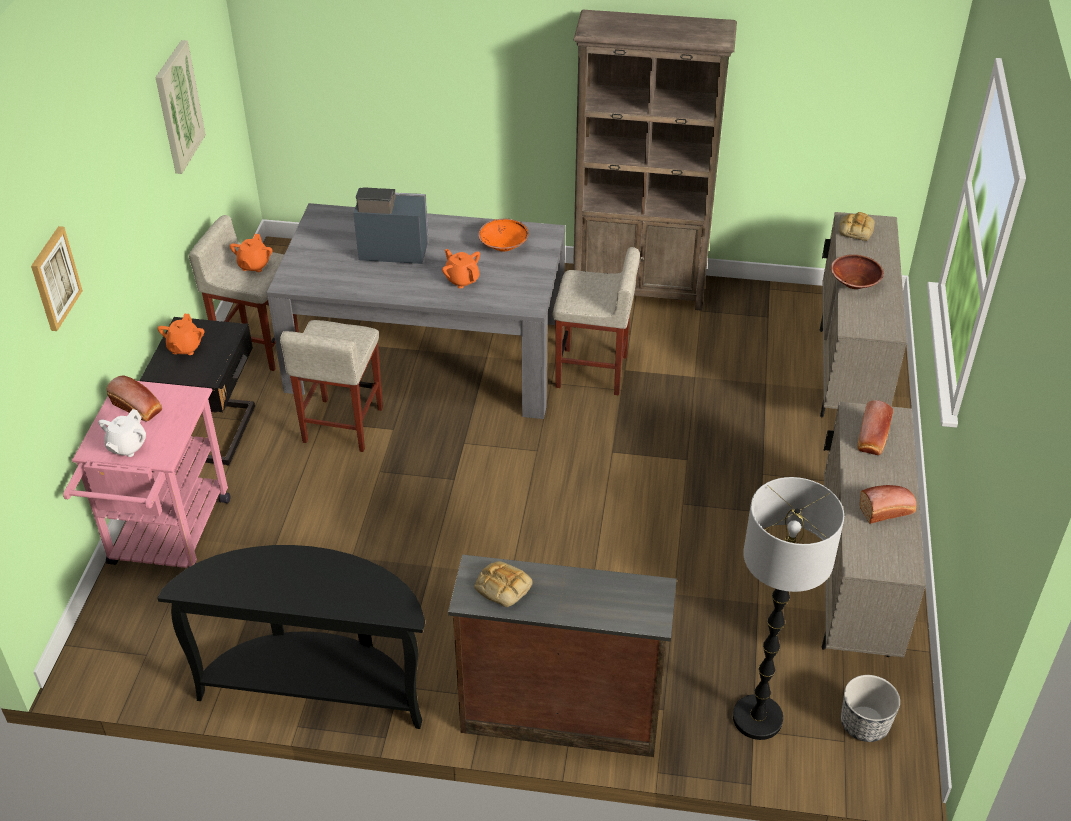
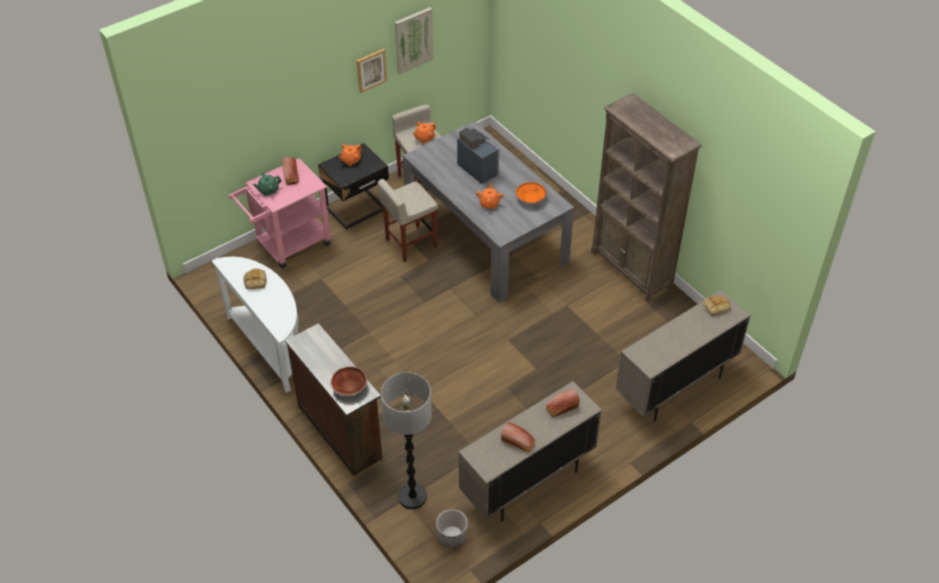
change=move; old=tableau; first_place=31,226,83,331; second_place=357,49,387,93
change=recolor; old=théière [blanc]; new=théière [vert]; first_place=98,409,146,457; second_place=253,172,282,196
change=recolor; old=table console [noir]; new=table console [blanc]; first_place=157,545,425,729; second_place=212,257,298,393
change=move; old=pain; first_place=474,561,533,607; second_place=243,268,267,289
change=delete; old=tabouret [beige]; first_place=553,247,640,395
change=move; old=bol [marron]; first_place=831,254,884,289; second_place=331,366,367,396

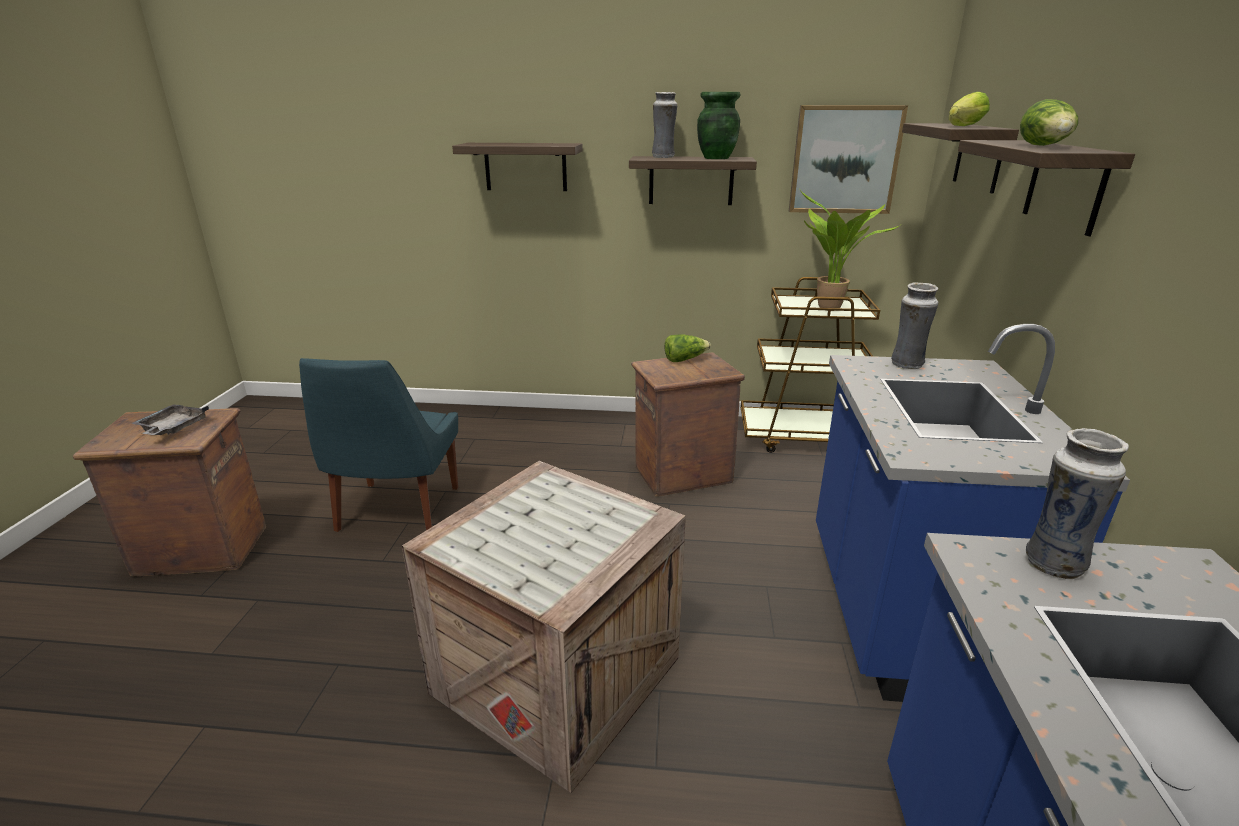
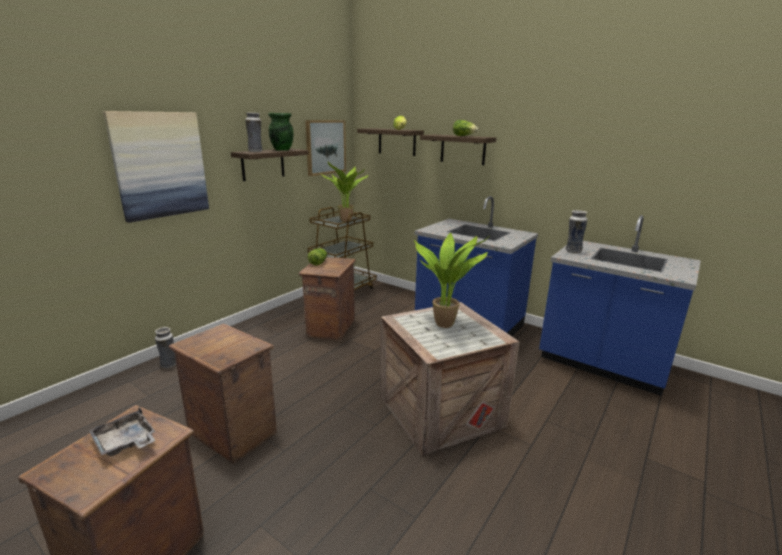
change=replace; old=chaise [bleu]; new=caisse; first_place=299,358,458,532; second_place=168,324,277,464
change=replace; old=étagère; new=tableau; first_place=452,143,583,191; second_place=103,111,209,223
change=move; old=vase; first_place=891,283,938,369; second_place=155,327,176,368
change=insert; new=plante en pot; second_place=414,233,490,328

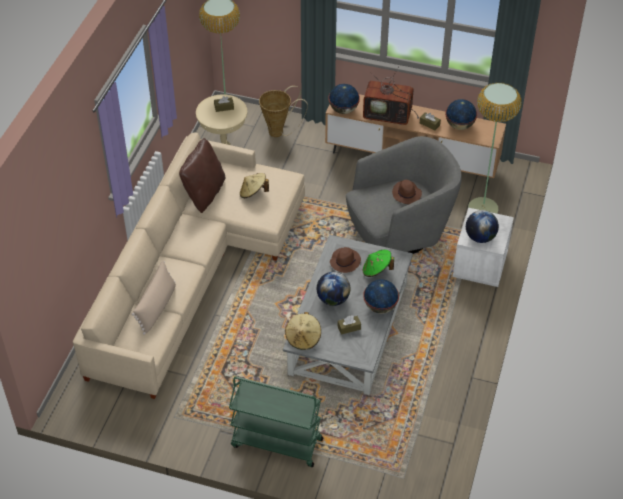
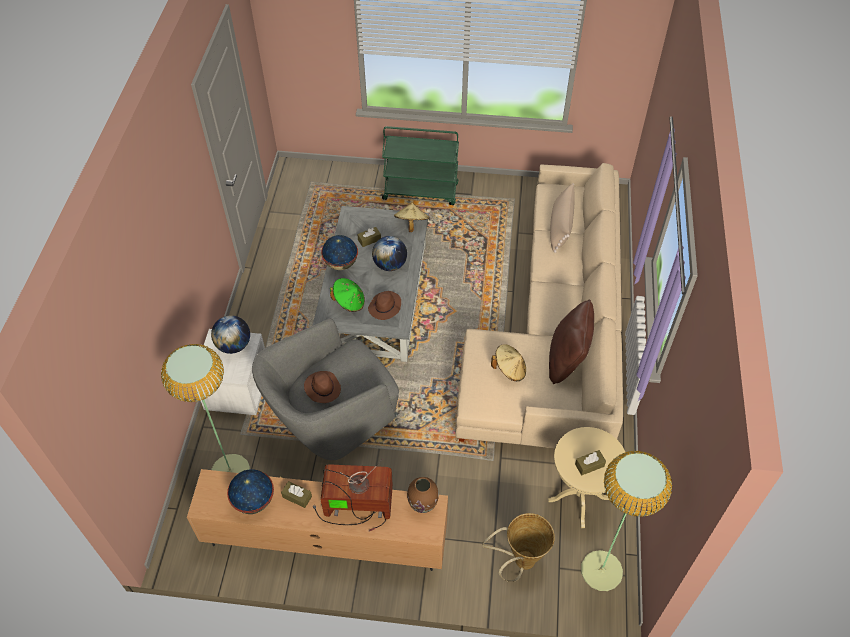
change=replace; old=globe; new=vase [marron]; first_place=328,84,360,114; second_place=407,477,439,513

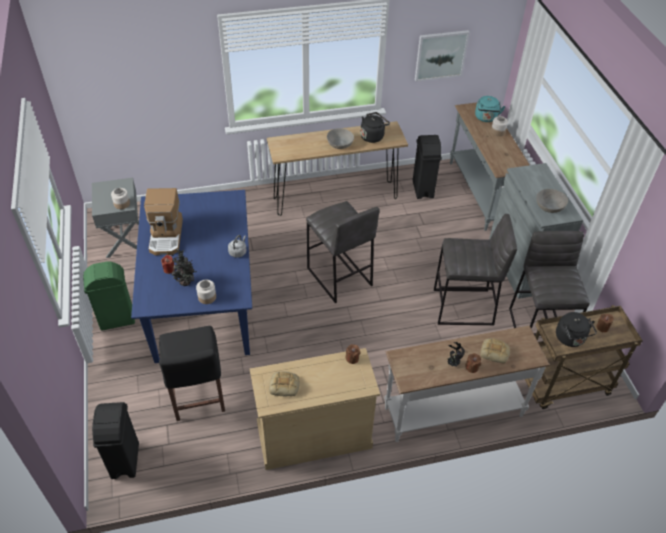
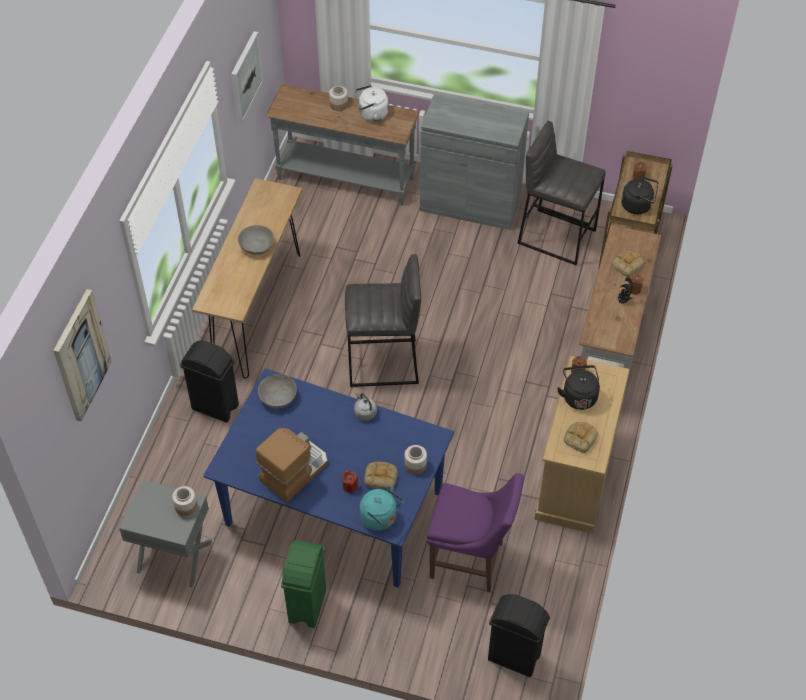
change=rotate; old=machine à café; first_place=144,188,183,255; second_place=256,428,328,502; degrees=-75
change=recolor; old=chaise [noir]; new=chaise [violet]; first_place=159,326,225,421; second_place=427,473,524,592
change=replace; old=plante en pot; new=pain; first_place=172,248,197,286; second_place=364,461,398,489
change=move; old=bouilloire [noir]; first_place=361,112,390,143; second_place=557,365,600,410
change=move; old=poubelle [noir]; first_place=413,135,442,199; second_place=180,340,239,422
change=delete; old=tabouret [gris]; first_place=434,214,517,325
change=move; old=bouilloire [turquoise]; first_place=475,96,505,122; second_place=359,487,404,531
change=move; old=bol [gris]; first_place=536,189,568,213; second_place=258,374,297,408
change=insert; new=tableau; second_place=53,289,112,422
change=insert; new=bouilloire [blanc]; second_place=355,85,389,122

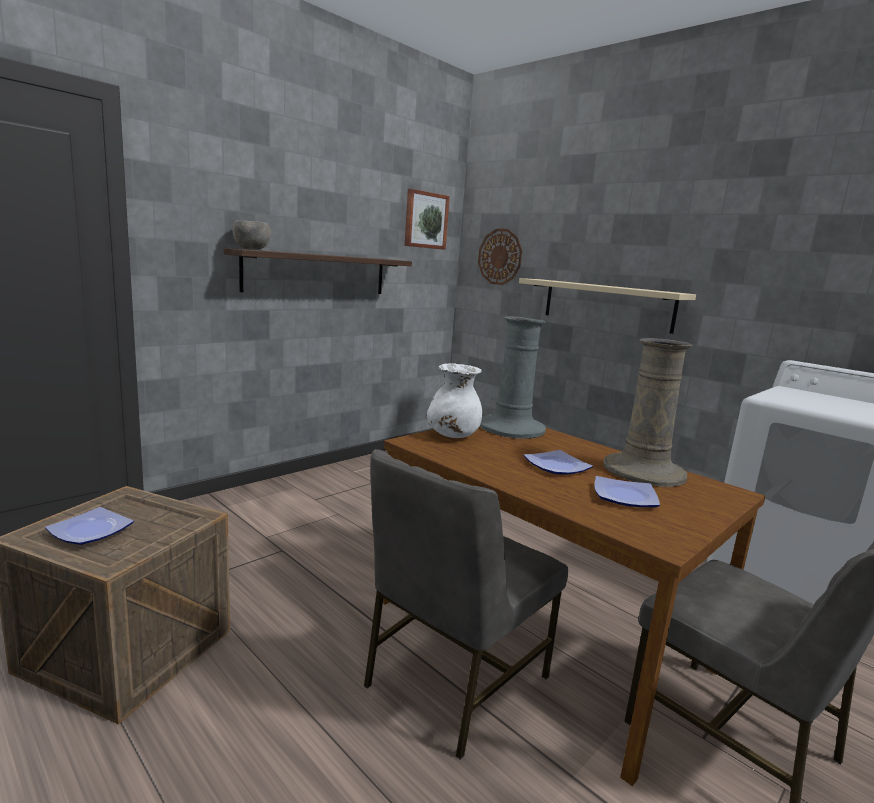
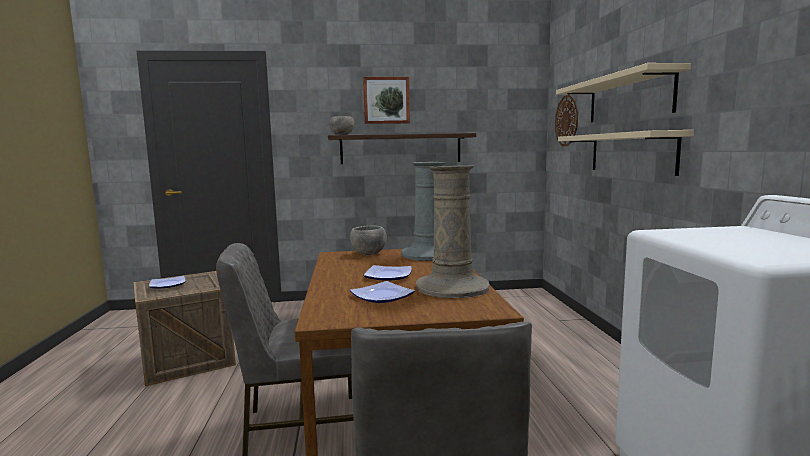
change=move; old=tableau; first_place=405,189,450,250; second_place=363,77,410,124
change=replace; old=vase [blanc]; new=bol [gris]; first_place=427,363,482,438; second_place=350,225,387,256
change=insert; new=étagère [beige]; second_place=556,63,691,122

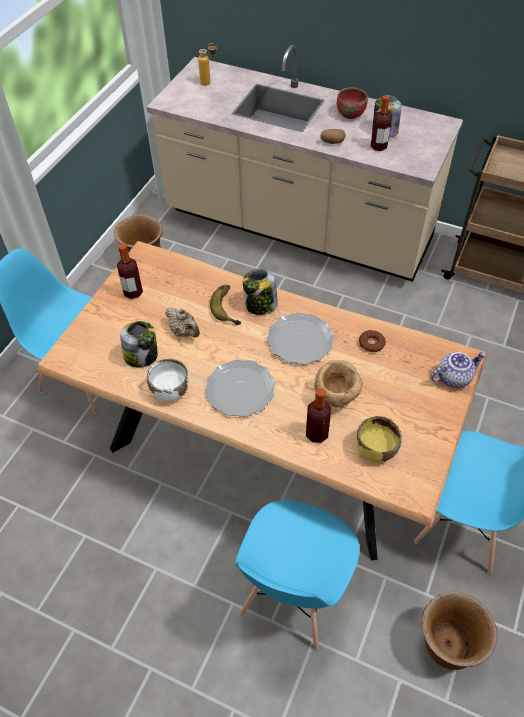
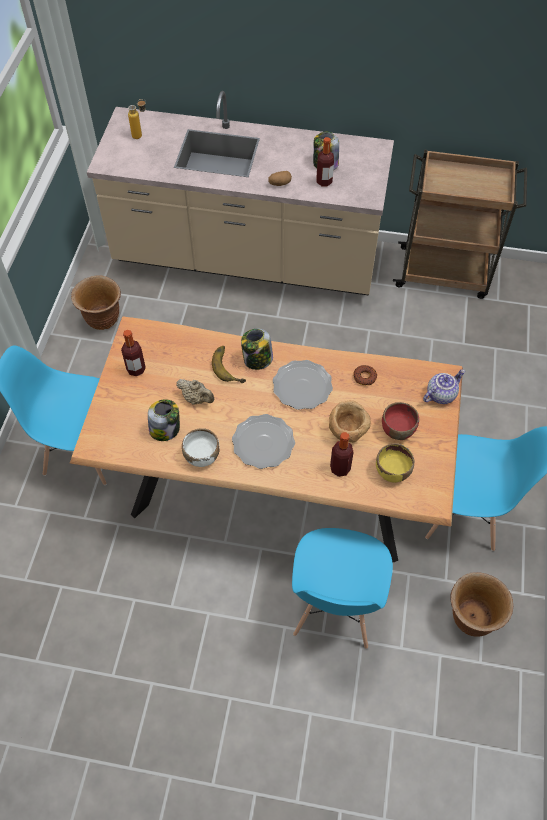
change=move; old=bol [rouge]; first_place=337,87,368,119; second_place=382,402,419,440

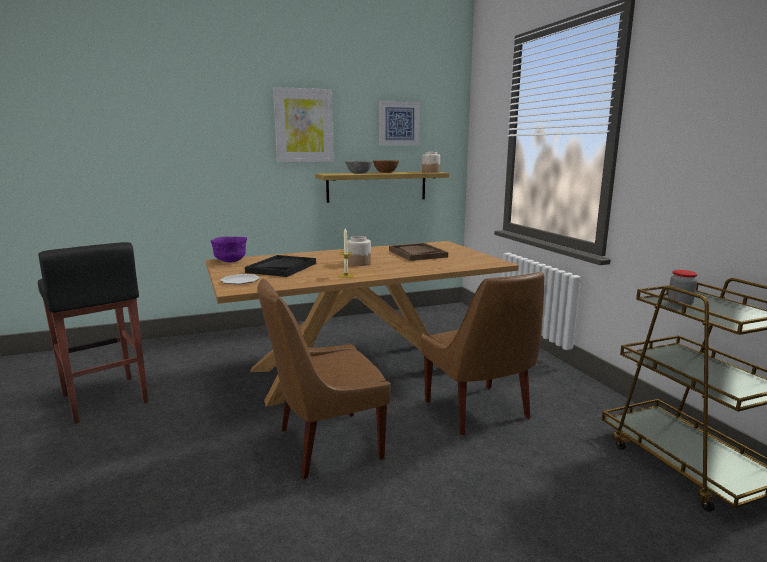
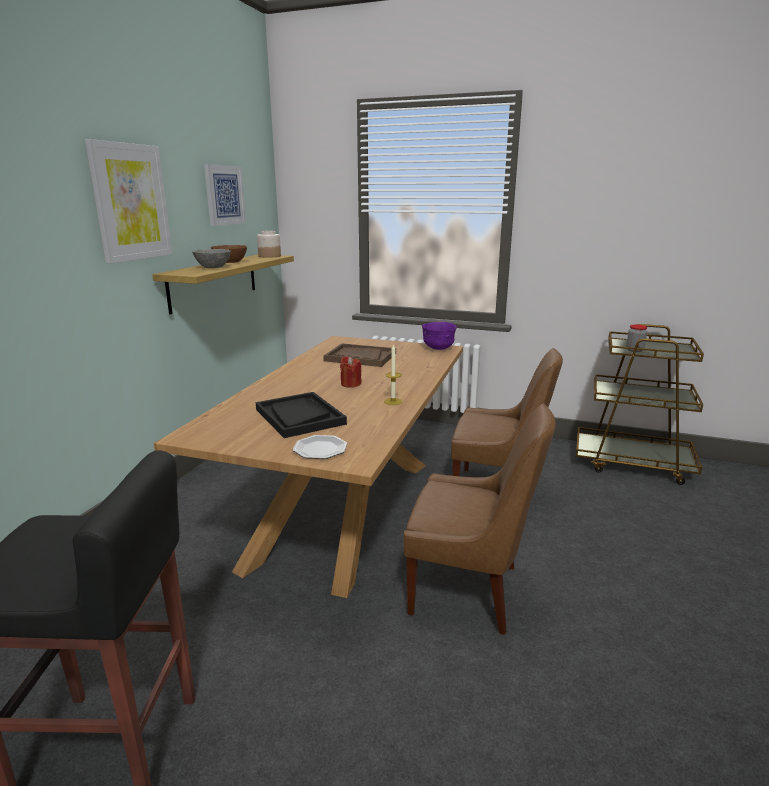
change=move; old=bol [violet]; first_place=211,237,247,263; second_place=422,322,457,350
change=rotate; old=chaise [marron]; first_place=257,279,390,479; second_place=403,404,556,635; degrees=-90
change=replace; old=bocal; new=bougie [rouge]; first_place=347,236,371,266; second_place=340,356,362,388

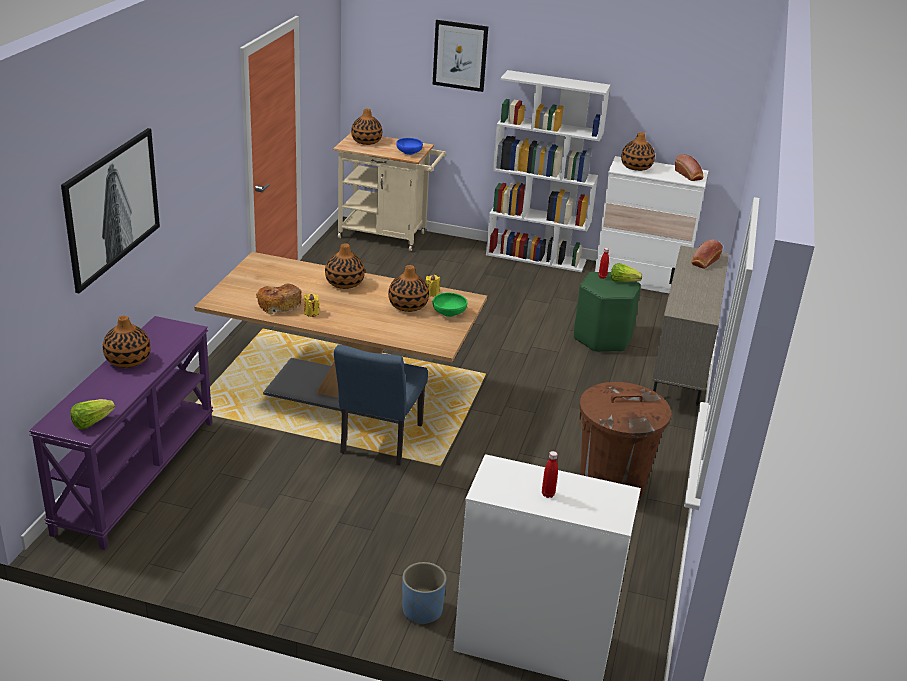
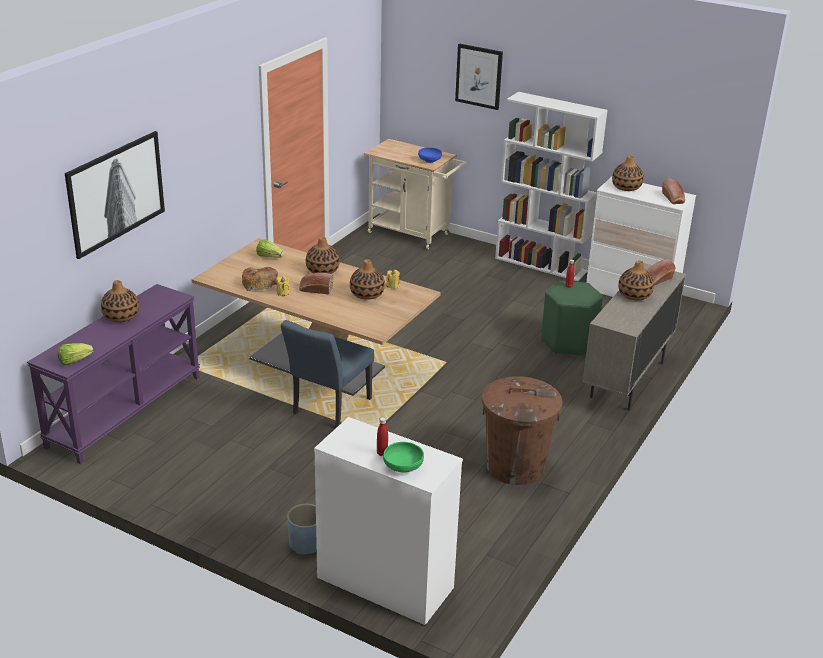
change=move; old=vase; first_place=351,108,382,145; second_place=618,260,654,300
change=move; old=bol [vert]; first_place=433,293,467,317; second_place=383,442,424,472
change=move; old=laitue; first_place=611,263,642,282; second_place=257,240,284,258
change=insert; new=pain; second_place=299,273,334,294

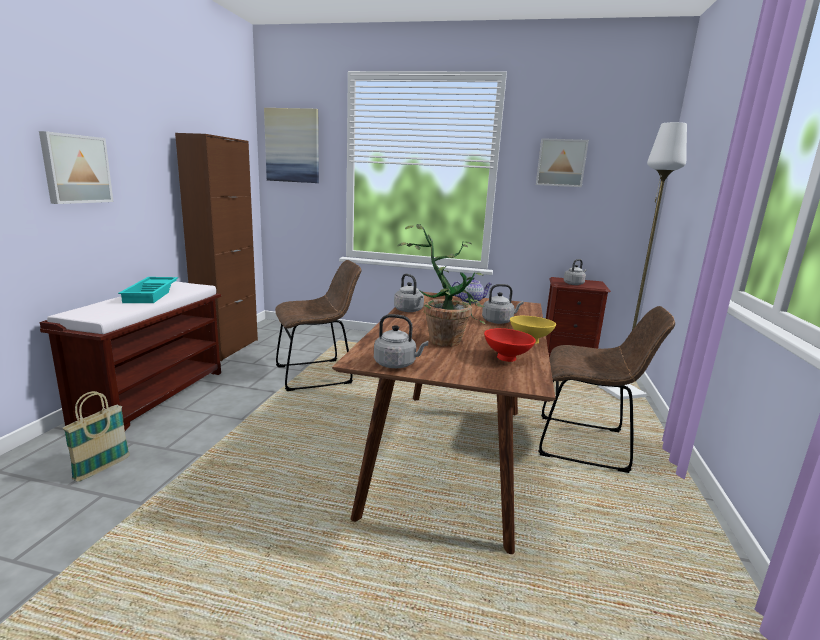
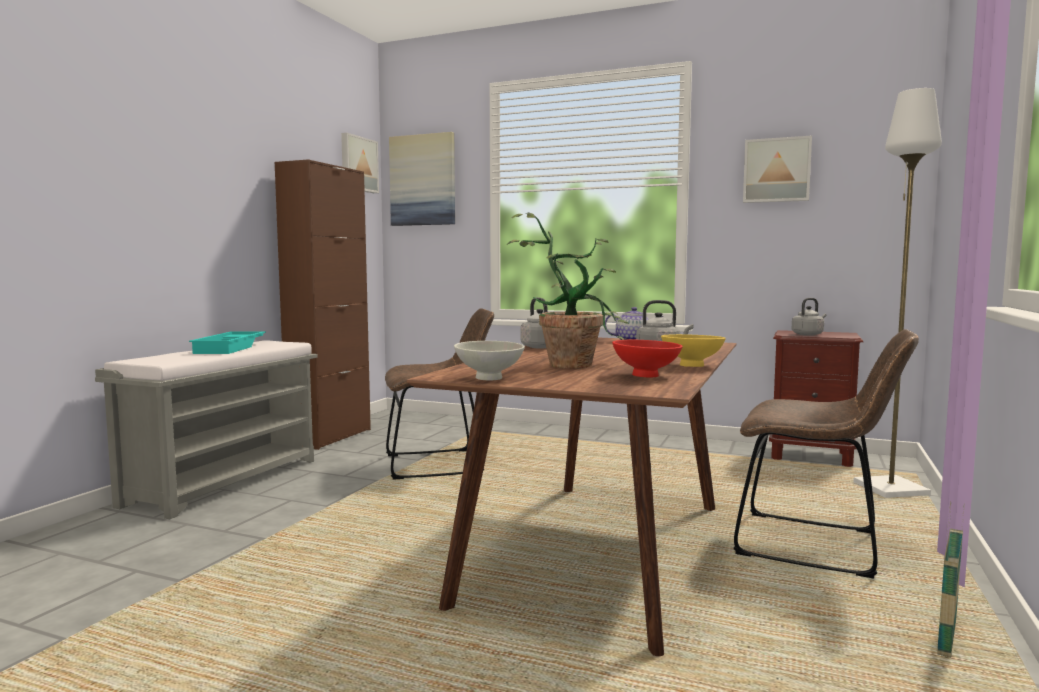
change=move; old=tableau; first_place=39,131,114,204; second_place=341,133,379,193
change=recolor; old=banc [marron]; new=banc [gris]; first_place=40,282,221,431; second_place=95,340,318,519
change=move; old=panier; first_place=62,391,130,482; second_place=937,502,964,658
change=replace; old=bouilloire [gris]; new=bol [blanc]; first_place=374,314,428,368; second_place=454,341,525,380

